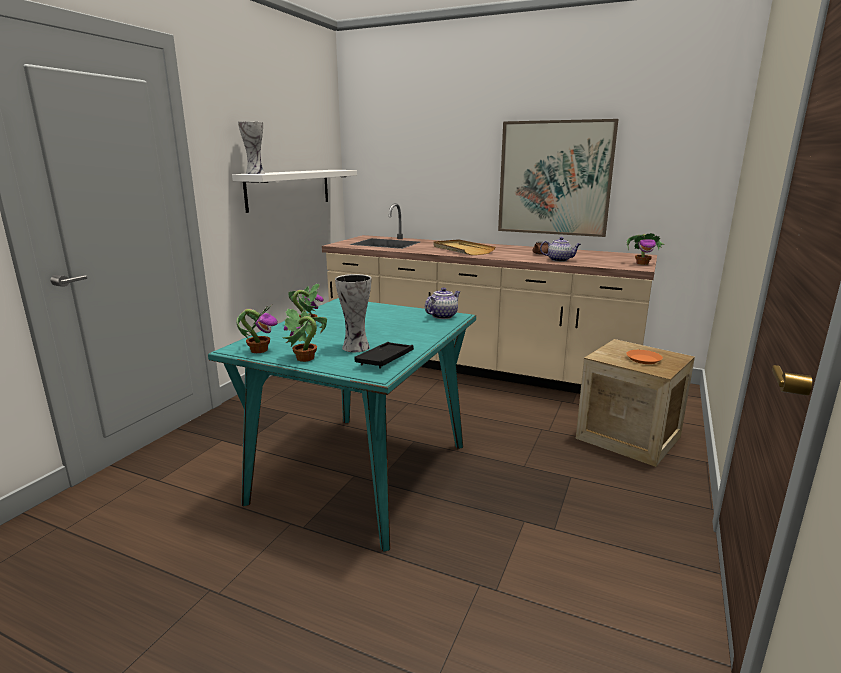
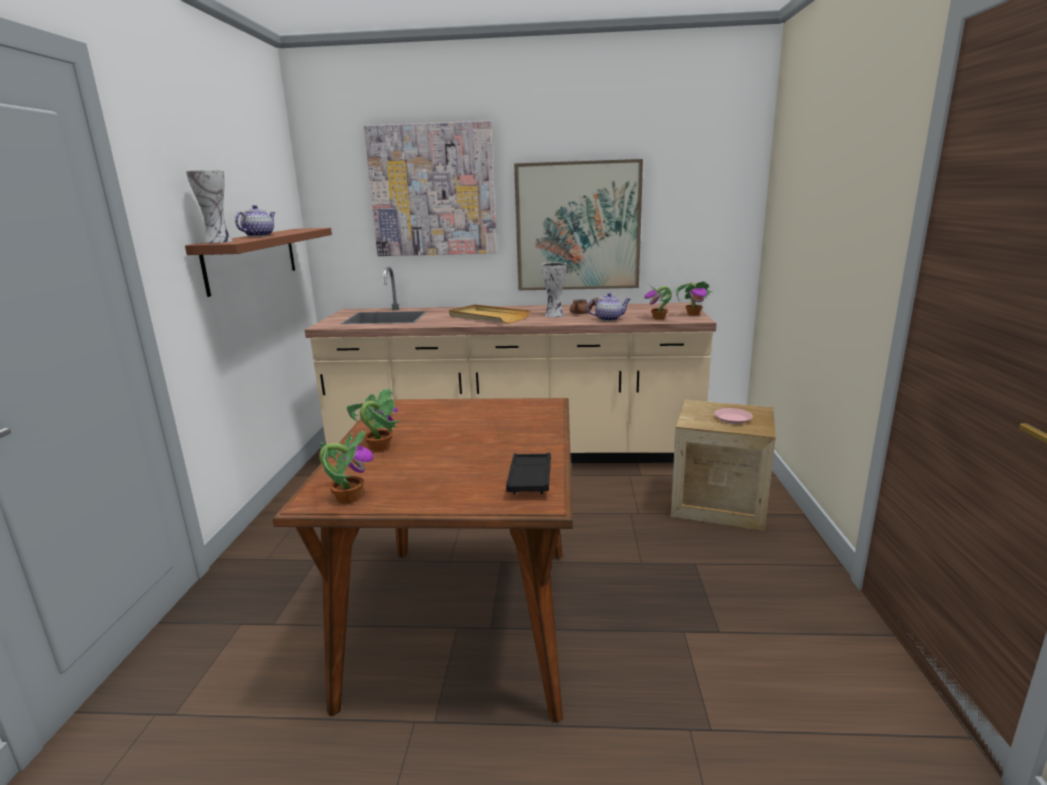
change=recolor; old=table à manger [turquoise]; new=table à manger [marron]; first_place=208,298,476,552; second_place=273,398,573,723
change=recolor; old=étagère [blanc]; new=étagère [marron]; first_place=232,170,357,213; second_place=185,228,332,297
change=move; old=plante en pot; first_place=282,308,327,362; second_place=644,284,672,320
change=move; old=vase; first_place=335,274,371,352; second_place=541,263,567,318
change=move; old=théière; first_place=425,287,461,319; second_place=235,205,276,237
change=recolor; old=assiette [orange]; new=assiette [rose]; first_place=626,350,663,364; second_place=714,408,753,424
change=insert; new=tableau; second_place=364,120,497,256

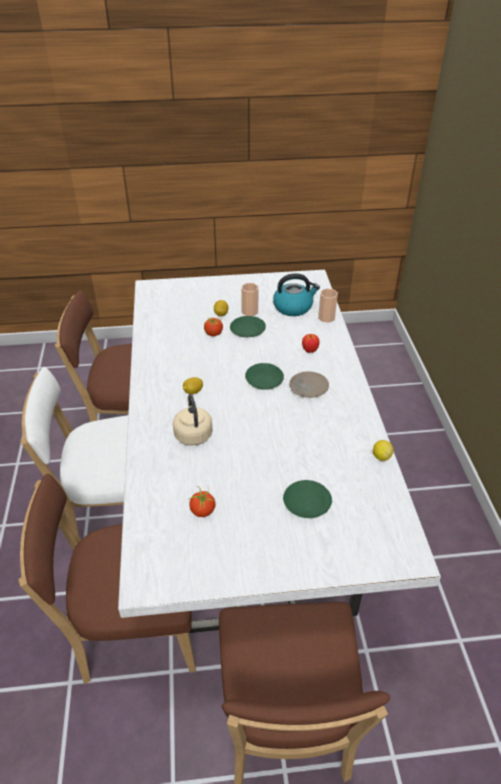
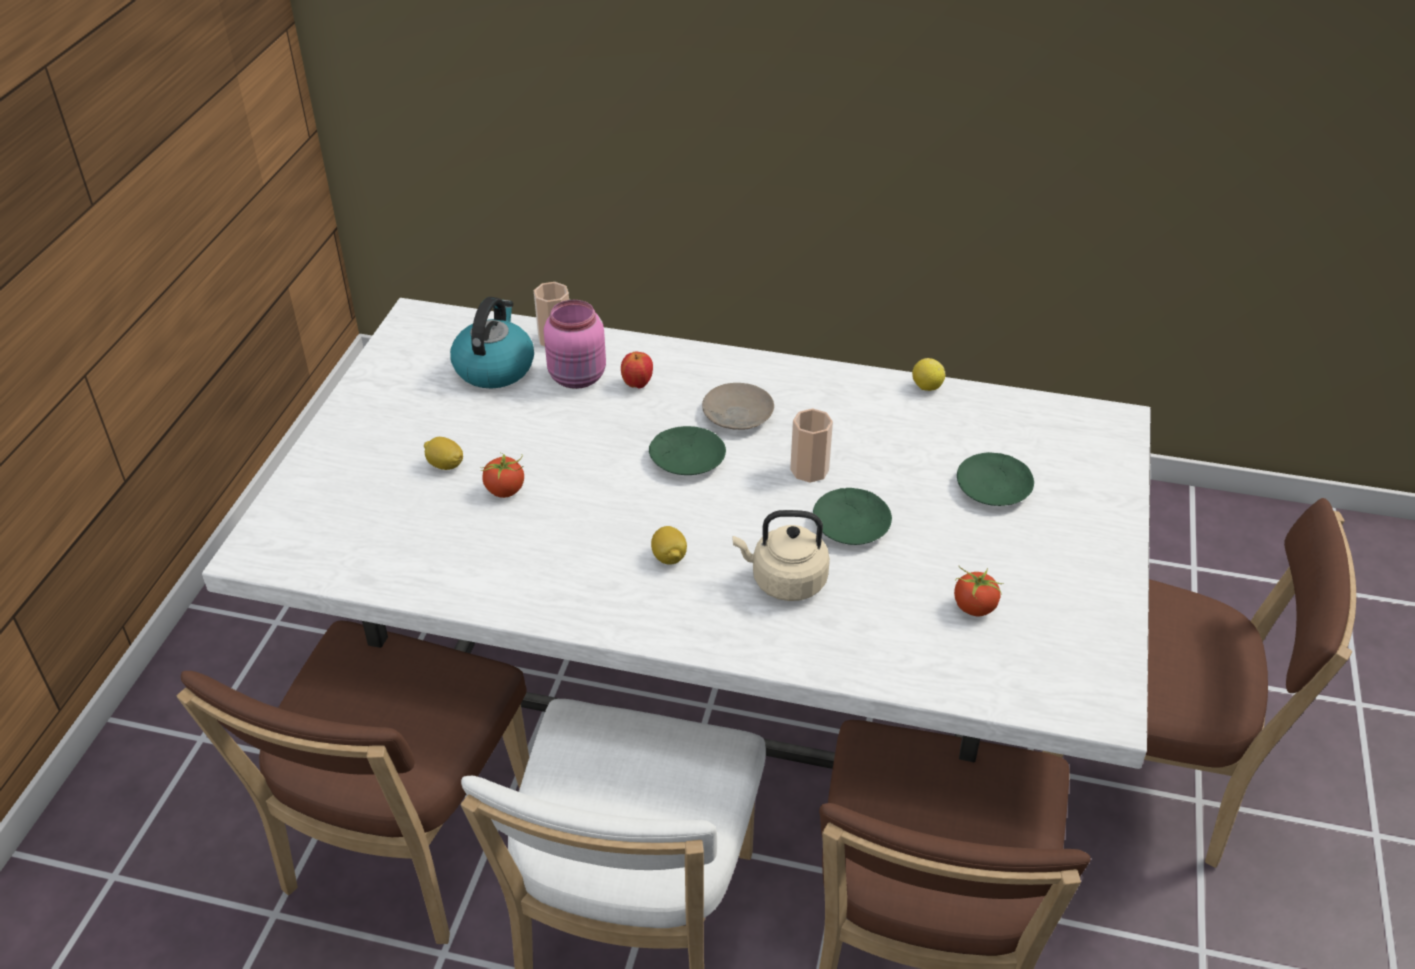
change=move; old=assiette [vert]; first_place=230,316,266,337; second_place=813,488,892,545
change=move; old=tasse; first_place=241,283,259,316; second_place=790,409,833,483
change=insert; new=bocal [rose]; second_place=544,300,606,389

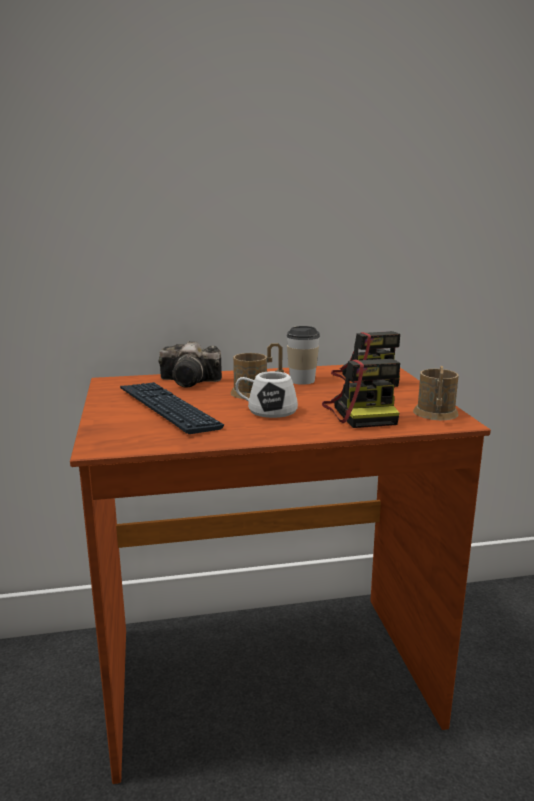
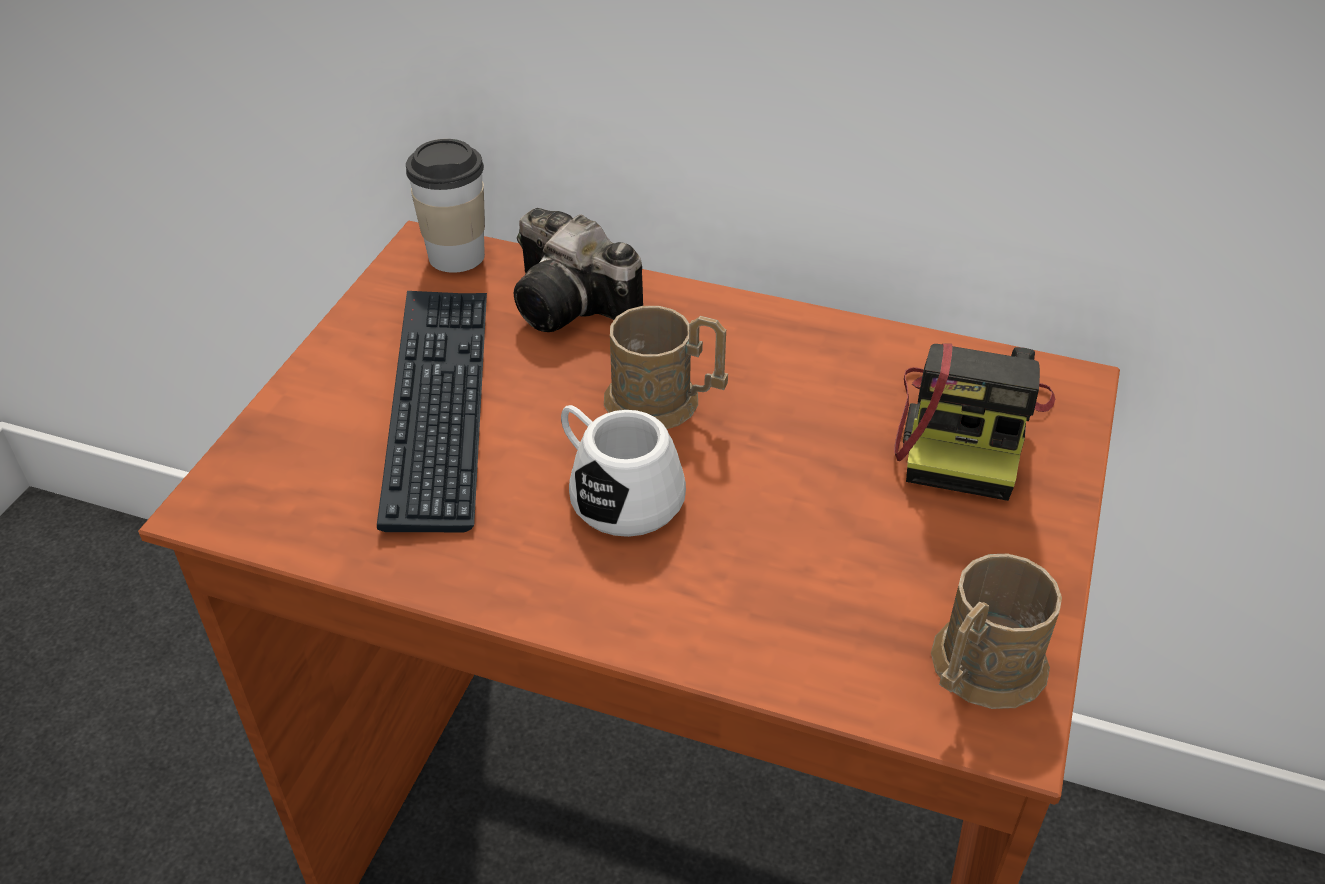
change=move; old=tasse; first_place=286,326,320,385; second_place=406,139,485,273
change=delete; old=appareil photo; first_place=322,359,400,428

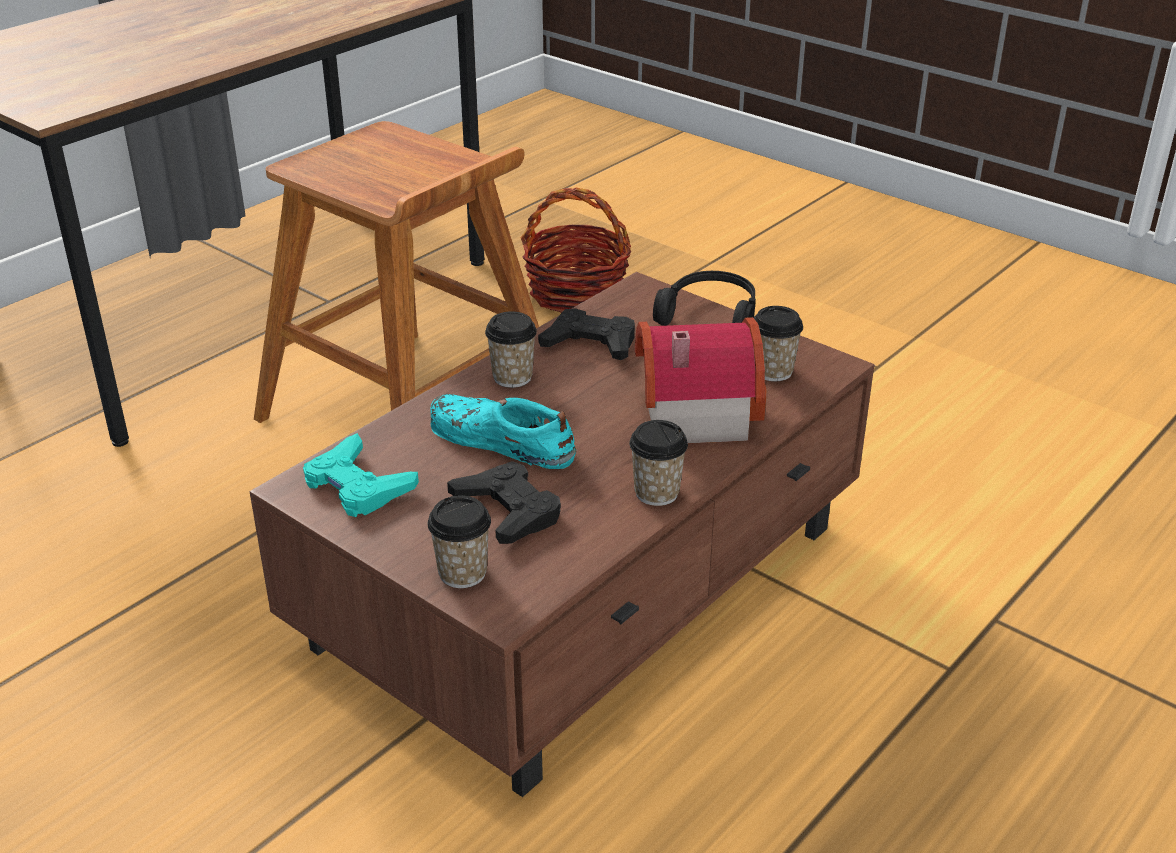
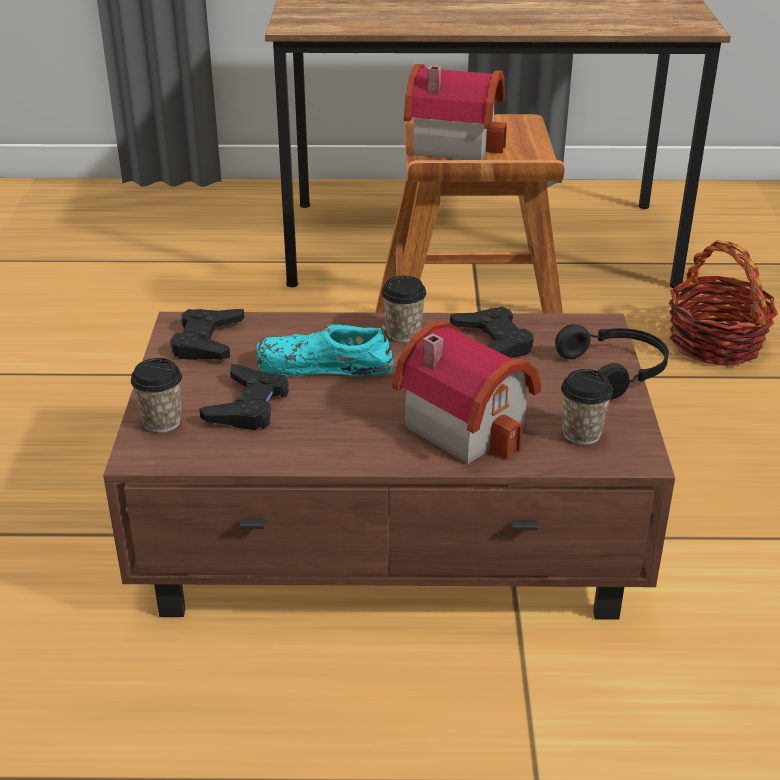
change=recolor; old=manette [turquoise]; new=manette [noir]; first_place=303,433,419,517; second_place=170,309,244,360
change=rotate; old=chaussure [turquoise]; first_place=430,394,576,469; second_place=256,324,395,377; degrees=-75
change=delete; old=tasse; first_place=629,420,688,506
change=insert; new=maison miniature; second_place=404,64,507,160

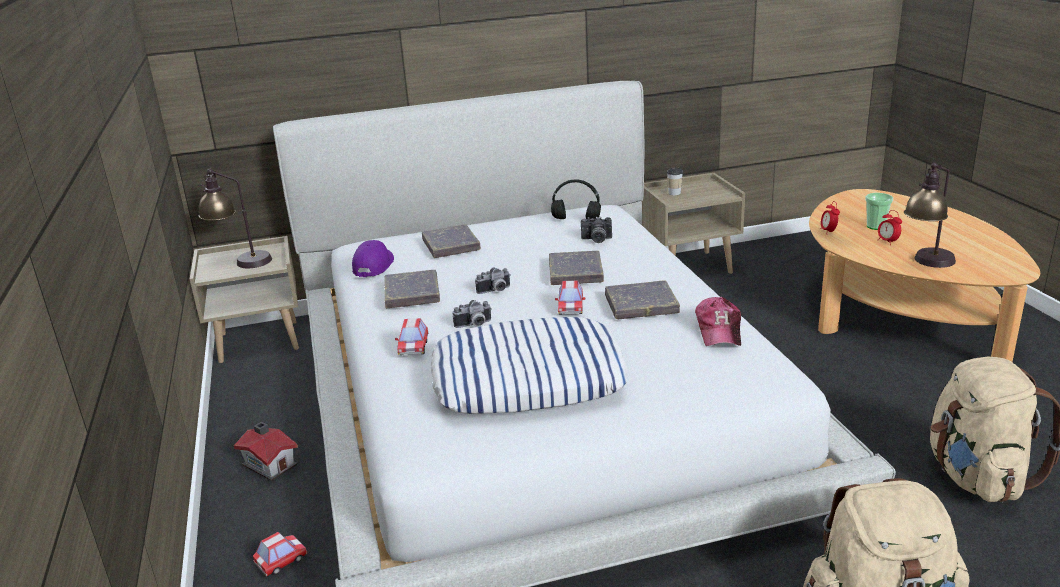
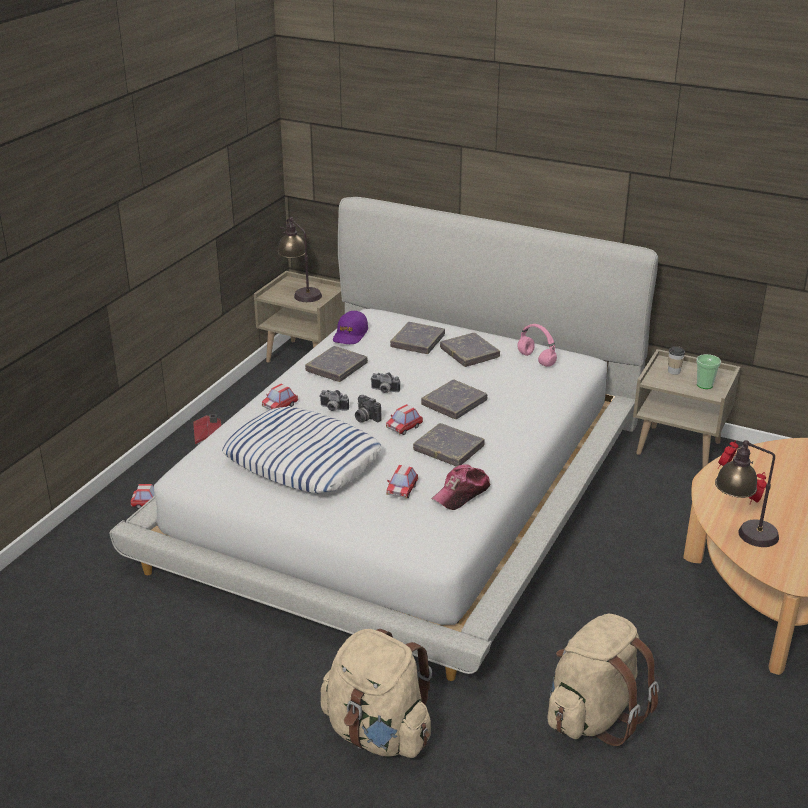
change=rotate; old=casquette [violet]; first_place=352,240,394,277; second_place=333,311,368,344; degrees=150
change=recolor; old=casque audio [noir]; new=casque audio [rose]; first_place=551,180,601,220; second_place=517,324,557,367
change=move; old=appareil photo; first_place=581,217,612,243; second_place=355,395,382,423
change=move; old=tasse; first_place=865,193,893,230; second_place=696,354,721,389
change=insert; new=petite voiture; second_place=386,465,418,499
change=insert; new=livre [gris]; second_place=440,332,500,367

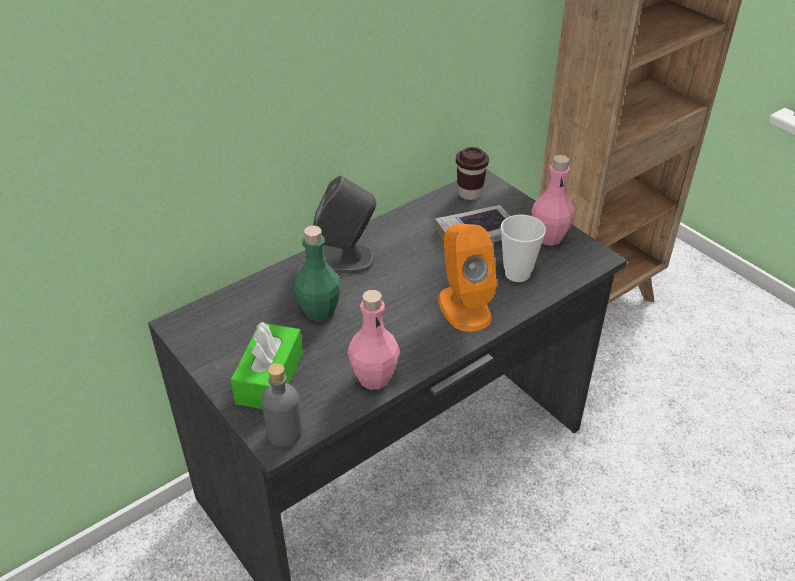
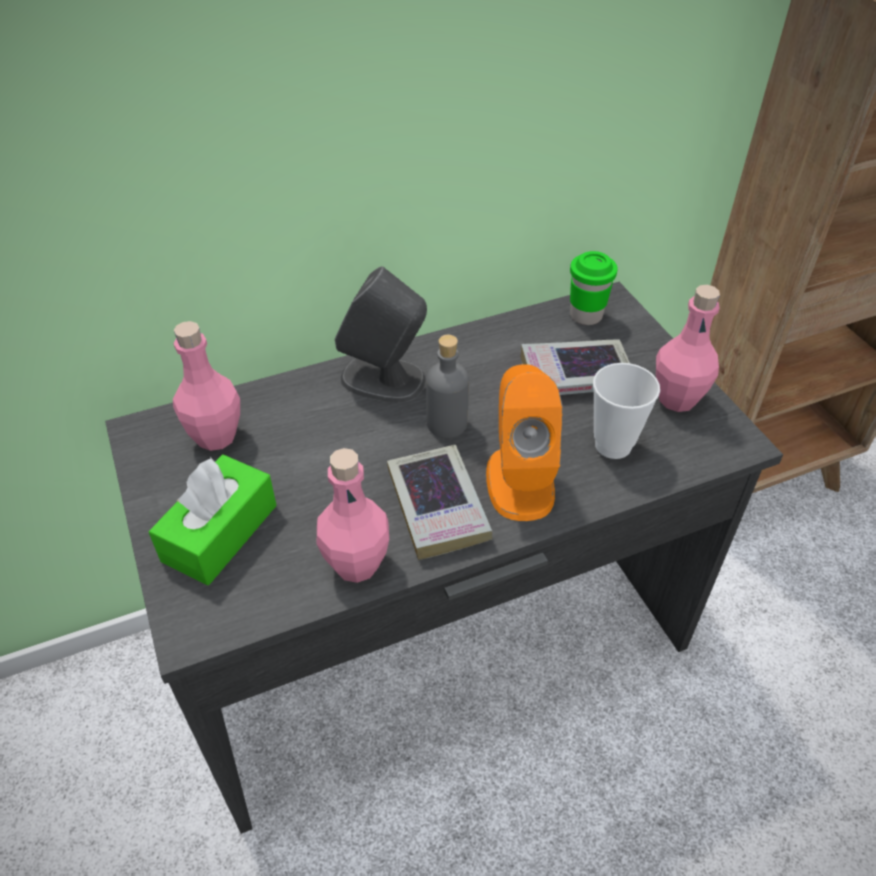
change=move; old=bouteille [gris]; first_place=262,363,302,447; second_place=426,335,469,438
change=delete; old=bouteille [vert]; first_place=294,226,341,322
change=recolor; old=tasse [marron]; new=tasse [vert]; first_place=456,147,489,200; second_place=570,251,618,325
change=insert; new=bouteille [rose]; second_place=173,321,240,451
change=insert; new=livre; second_place=387,445,493,560

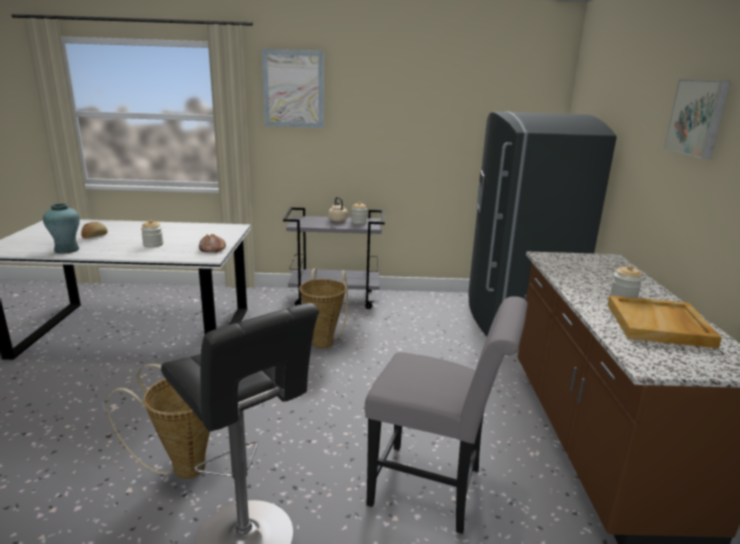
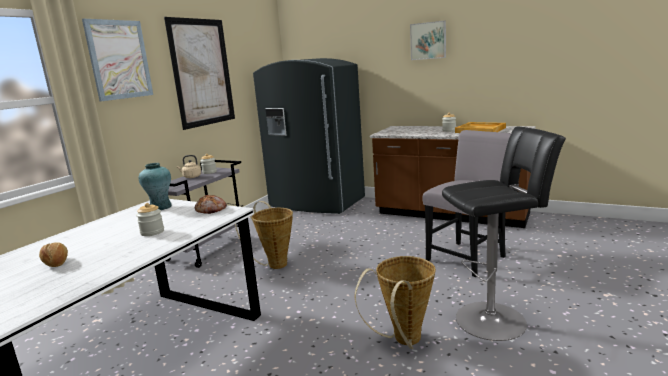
change=move; old=vase [turquoise]; first_place=43,203,80,254; second_place=139,163,172,210
change=insert; new=tableau; second_place=164,17,235,130

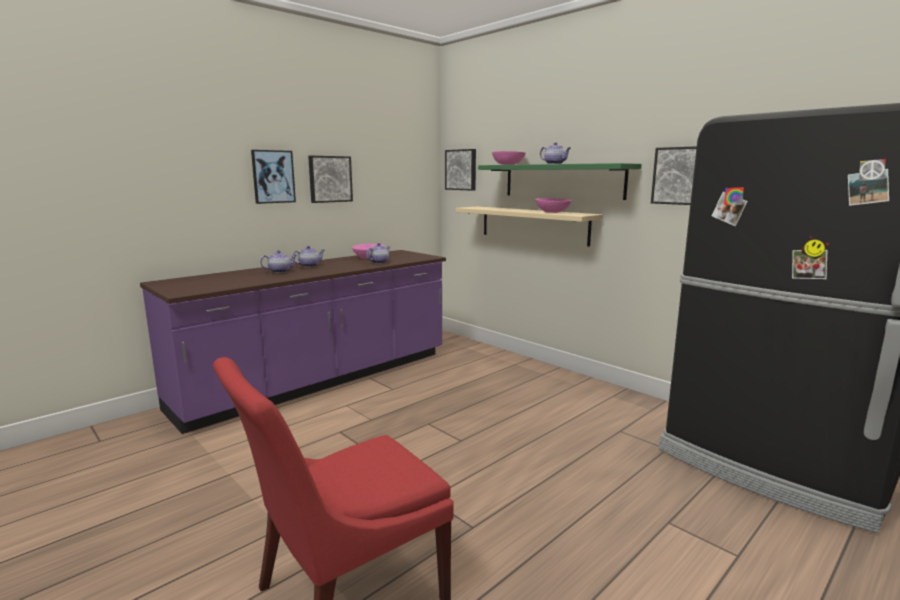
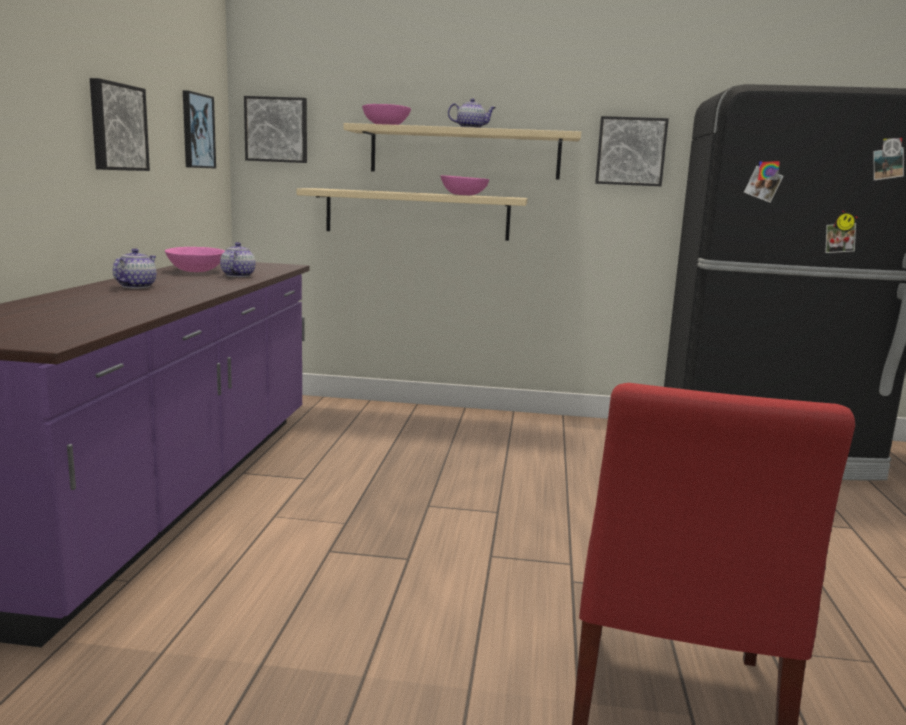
change=move; old=tableau; first_place=251,150,296,204; second_place=183,90,216,169
change=delete; old=théière; first_place=260,250,297,273
change=recolor; old=étagère [vert]; new=étagère [beige]; first_place=478,163,642,200; second_place=344,123,581,179

